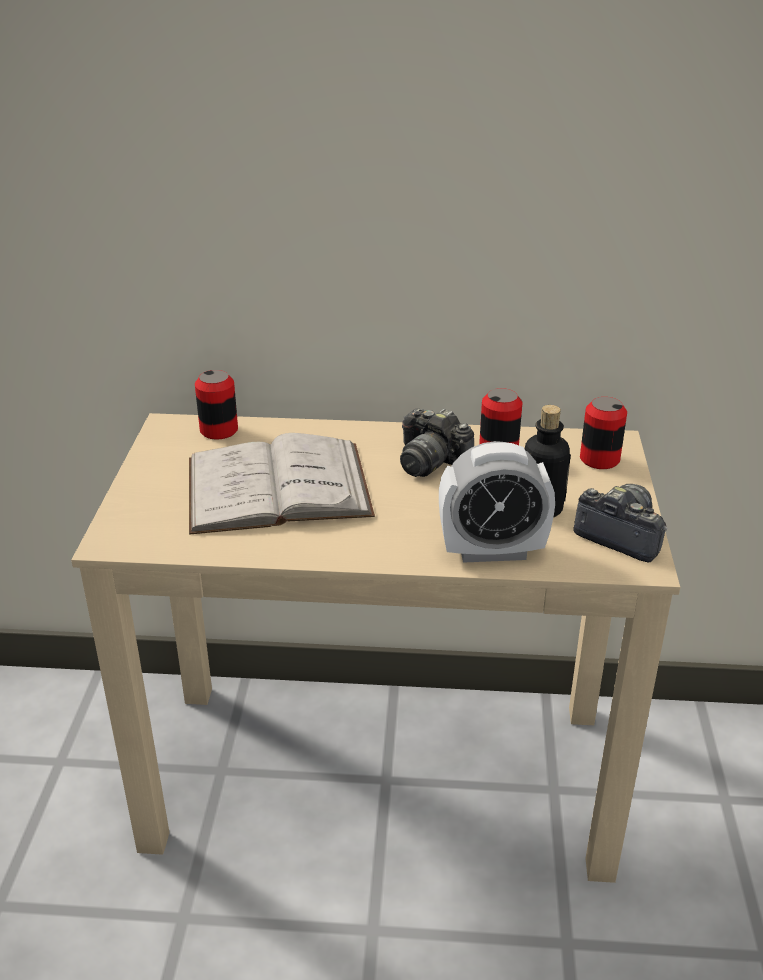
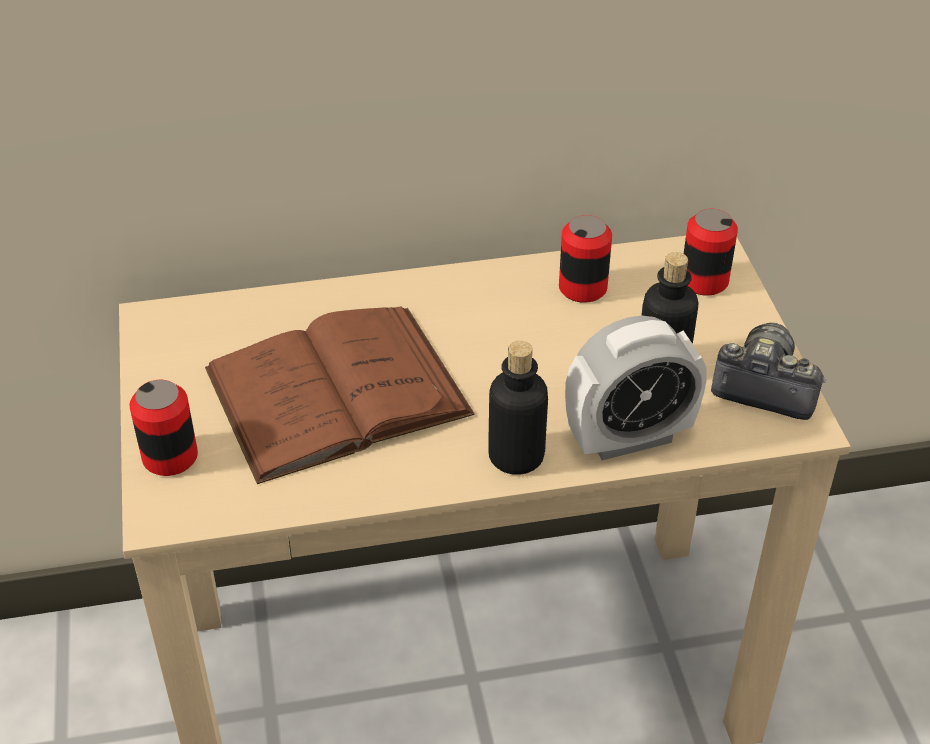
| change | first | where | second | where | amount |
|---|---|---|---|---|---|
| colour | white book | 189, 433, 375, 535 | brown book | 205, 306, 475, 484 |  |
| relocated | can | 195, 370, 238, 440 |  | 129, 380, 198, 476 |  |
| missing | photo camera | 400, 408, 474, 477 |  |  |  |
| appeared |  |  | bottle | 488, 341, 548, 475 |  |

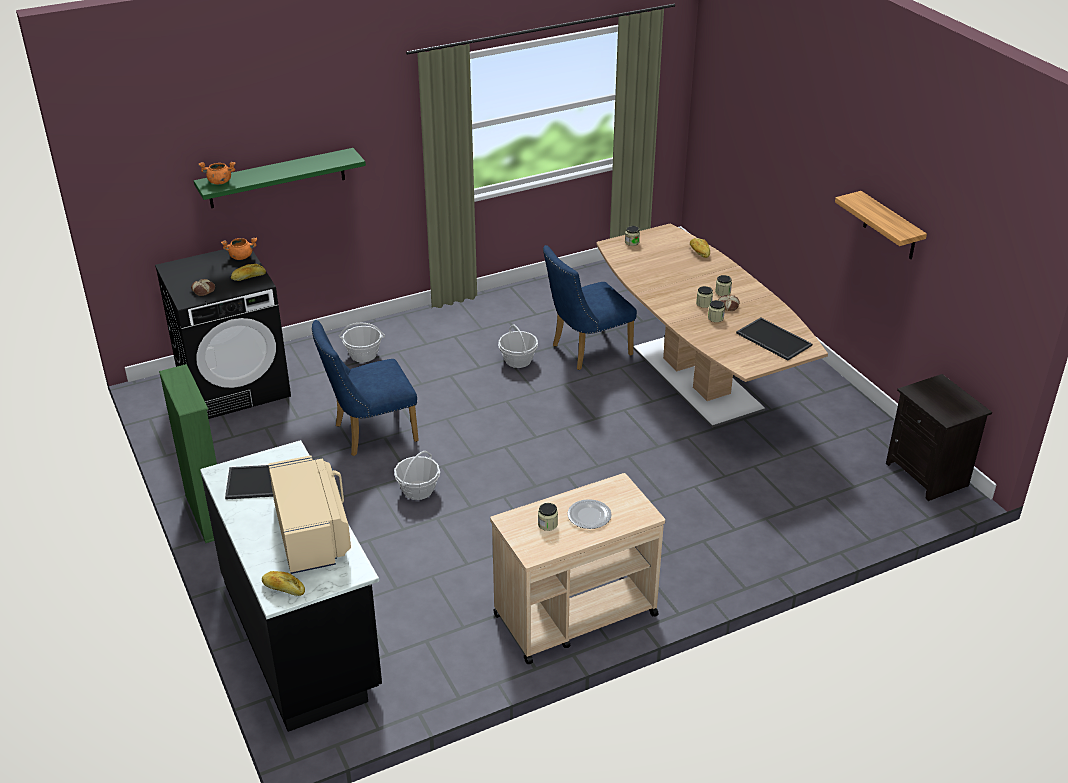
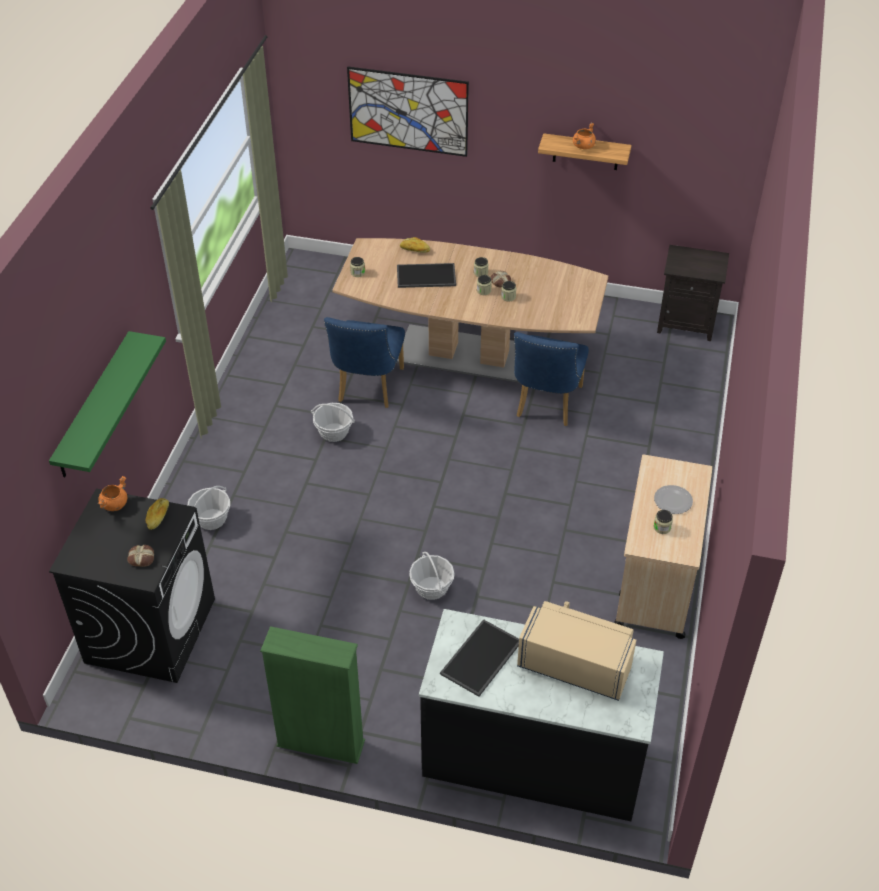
| change | first | where | second | where | amount |
|---|---|---|---|---|---|
| relocated | orange cooking pot | 198, 162, 236, 184 |  | 573, 123, 596, 149 |  |
| missing | bread | 262, 571, 305, 596 |  |  |  |
| relocated | blue chair | 312, 320, 419, 456 |  | 514, 332, 589, 426 |  |
| relocated | tray | 736, 317, 812, 361 |  | 397, 263, 456, 288 |  |
| appeared |  |  | picture | 347, 66, 469, 157 |  |

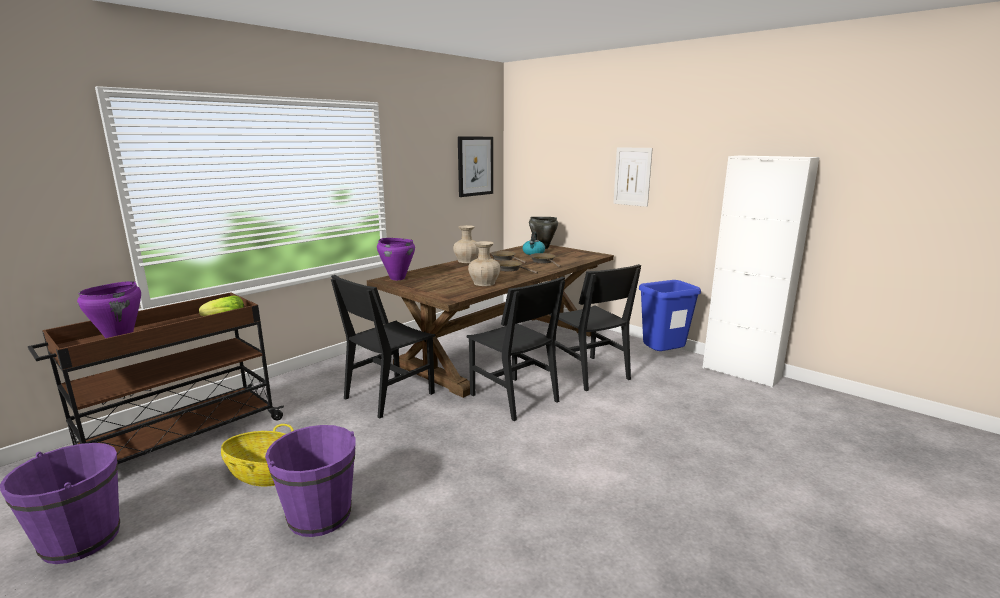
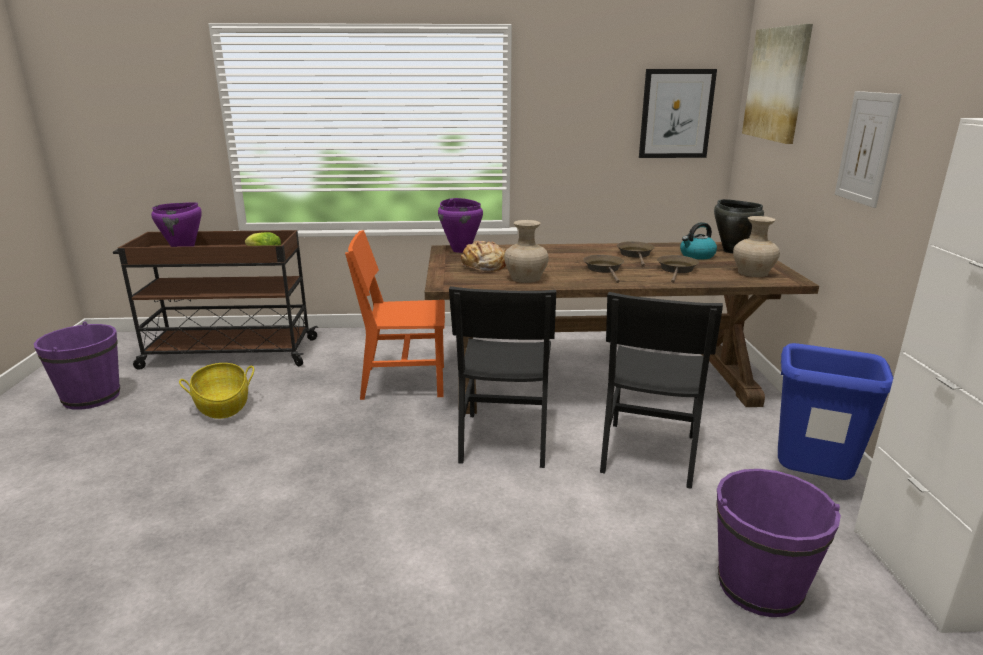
| change | first | where | second | where | amount |
|---|---|---|---|---|---|
| relocated | purple bucket | 265, 425, 356, 537 |  | 716, 469, 841, 617 |  |
| colour | black chair | 331, 275, 435, 419 | orange chair | 345, 230, 445, 400 |  |
| relocated | beige vase | 453, 225, 479, 263 |  | 733, 216, 780, 277 |  |
| appeared |  |  | bread | 461, 241, 506, 272 |  |
| appeared |  |  | picture | 742, 24, 813, 144 |  |

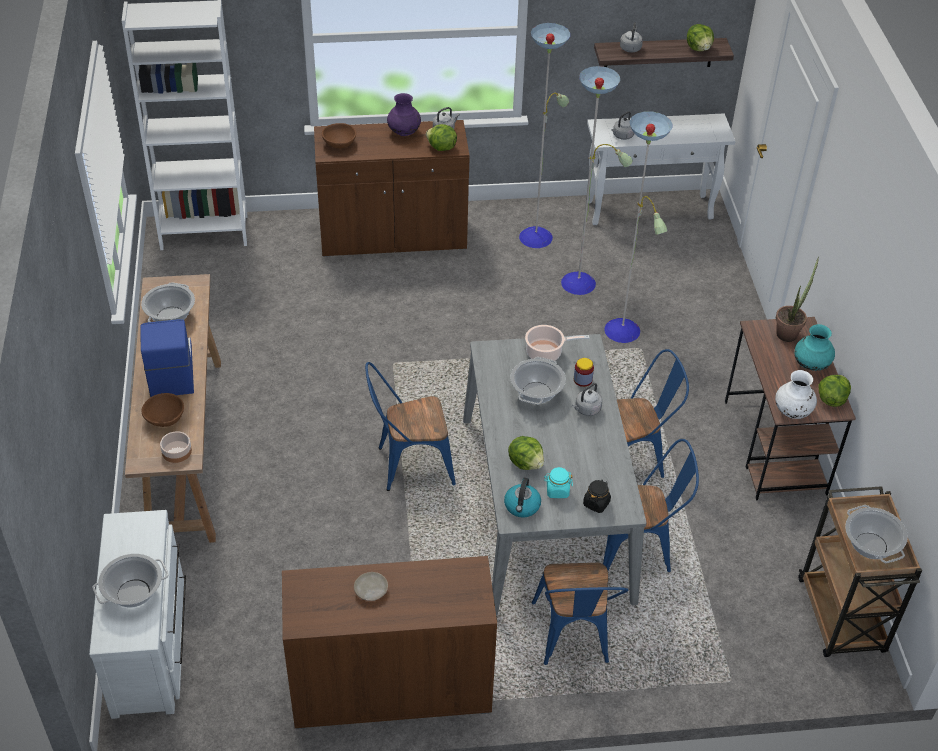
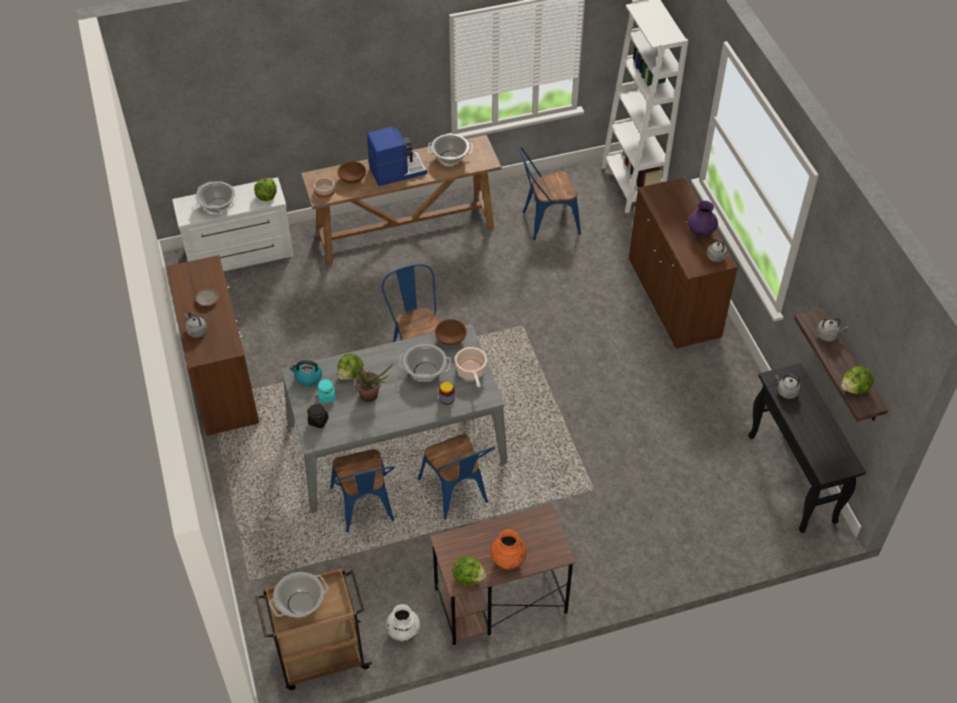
| change | first | where | second | where | amount |
|---|---|---|---|---|---|
| relocated | brown bowl | 322, 123, 356, 149 |  | 435, 319, 467, 345 |  |
| relocated | lettuce | 426, 124, 457, 151 |  | 254, 178, 277, 201 |  |
| missing | floor lamp | 519, 23, 673, 343 |  |  |  |
| relocated | blue chair | 531, 563, 628, 665 |  | 519, 147, 581, 240 |  |
| relocated | grey kettle | 572, 383, 602, 416 |  | 184, 312, 207, 338 |  |
| colour | white console table | 587, 113, 736, 225 | black console table | 748, 363, 866, 533 |  |
| relocated | white vase | 775, 370, 817, 419 |  | 386, 604, 420, 642 |  |
| relocated | potted plant | 776, 257, 819, 342 |  | 355, 355, 393, 402 |  |
| colour | turquoise vase | 795, 324, 835, 371 | orange vase | 490, 529, 526, 570 |  |

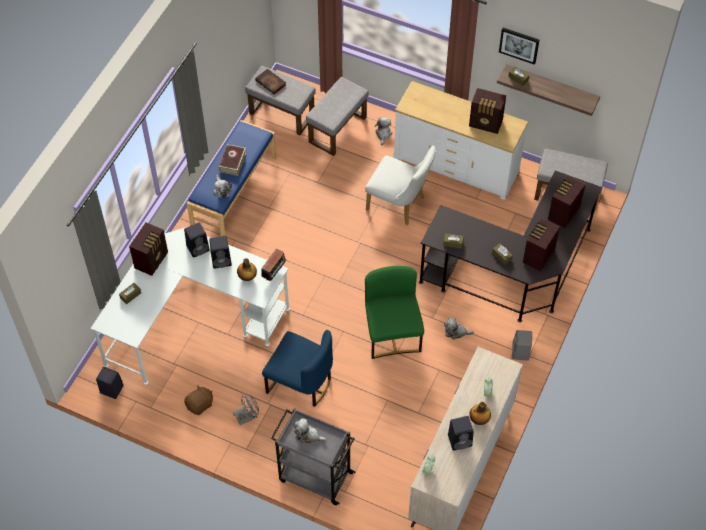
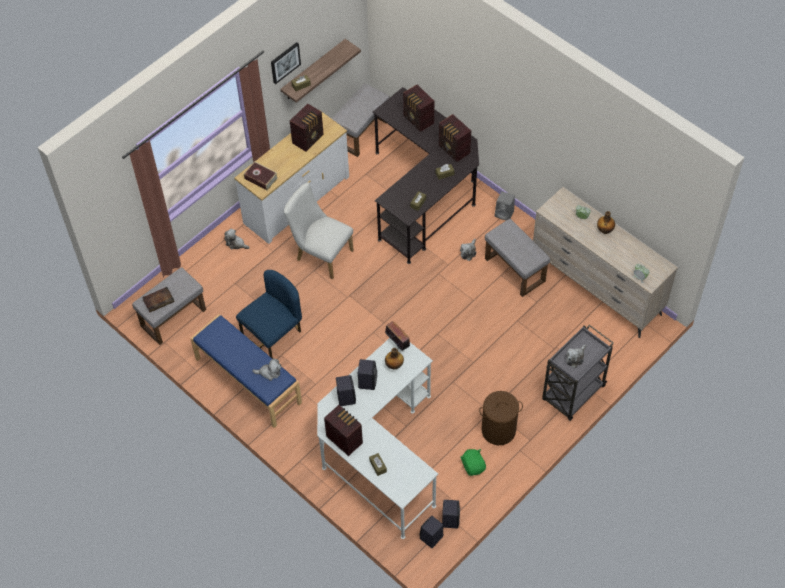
| change | first | where | second | where | amount |
|---|---|---|---|---|---|
| colour | brown plush toy | 184, 385, 213, 415 | green plush toy | 461, 449, 486, 476 |  |
| relocated | book | 219, 144, 246, 176 |  | 244, 161, 278, 191 |  |
| exchanged | grey fan | 233, 393, 259, 425 | brown laundry basket | 479, 391, 523, 445 |  |
| relocated | blue chair | 262, 330, 333, 407 |  | 236, 270, 302, 359 |  |
| relocated | grey ottoman | 306, 77, 368, 156 |  | 485, 219, 550, 297 |  |
| spun | white chair | 365, 145, 436, 225 |  | 284, 182, 354, 279 | 105 degrees counterclockwise |
| missing | green chair | 365, 266, 424, 359 |  |  |  |
| relocated | black speaker | 448, 416, 474, 451 |  | 442, 500, 460, 528 |  |

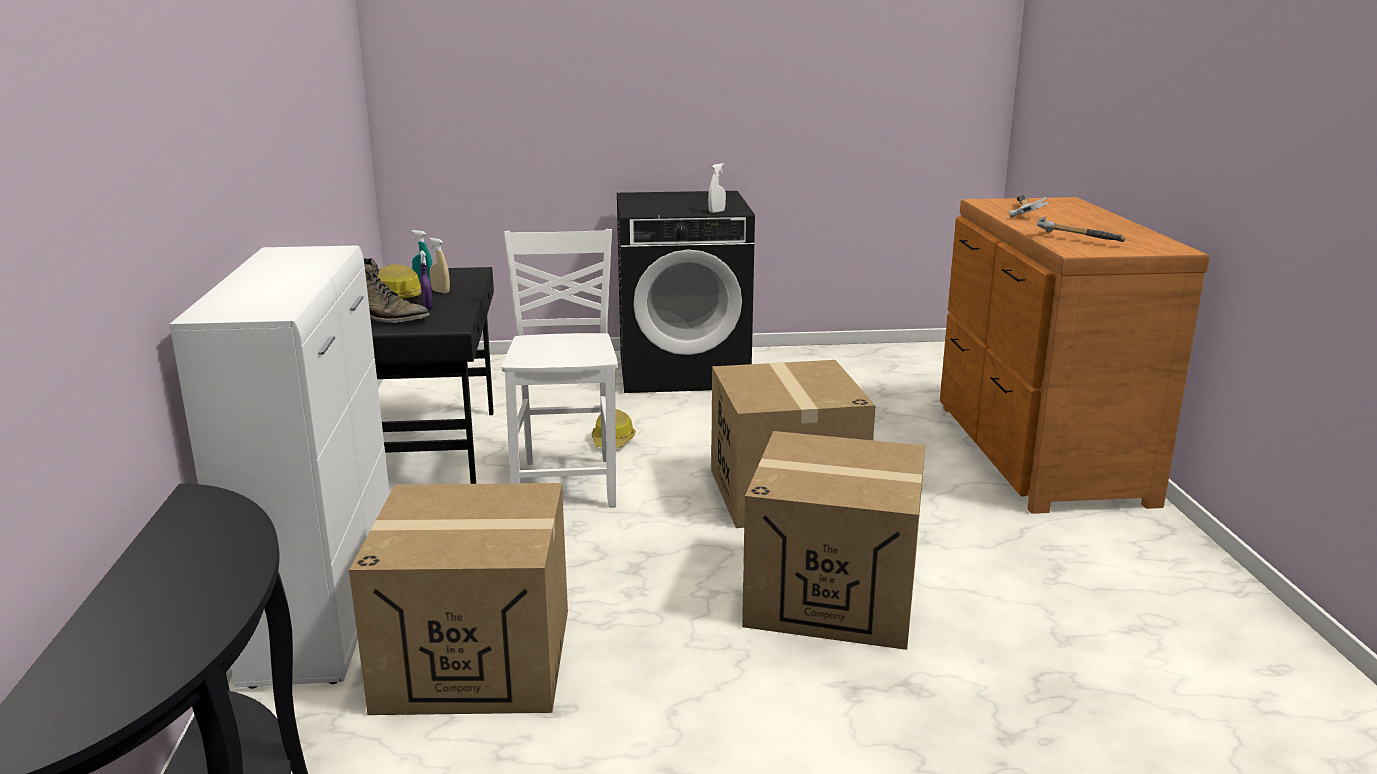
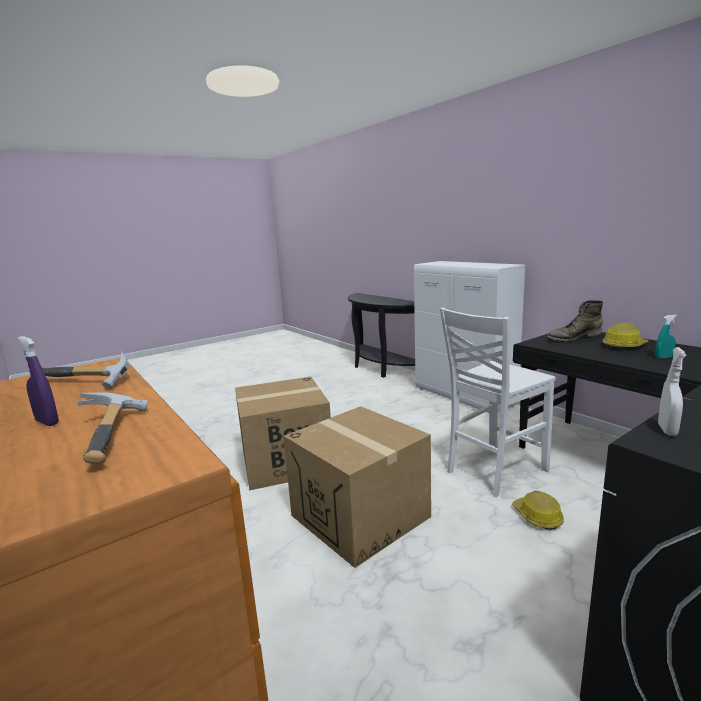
| change | first | where | second | where | amount |
|---|---|---|---|---|---|
| missing | cardboard box | 349, 483, 568, 715 |  |  |  |
| relocated | purple spray bottle | 420, 251, 433, 309 |  | 18, 336, 59, 426 |  |
| missing | beige spray bottle | 429, 238, 450, 293 |  |  |  |
| spun | white chair | 502, 229, 618, 507 |  | 440, 308, 556, 497 | 90 degrees clockwise |

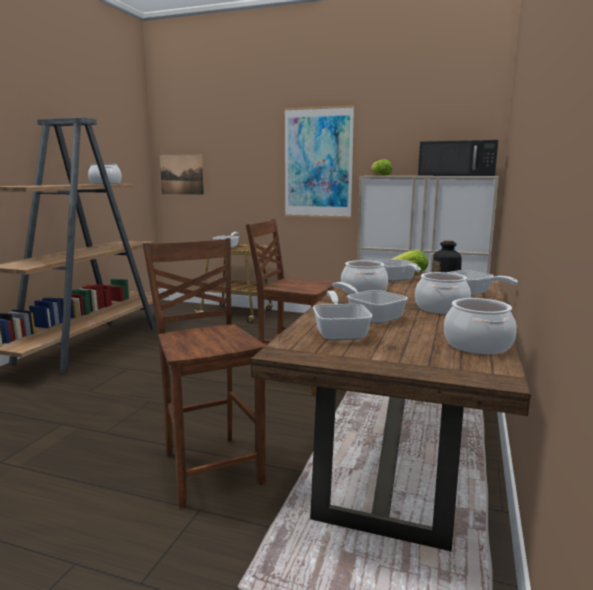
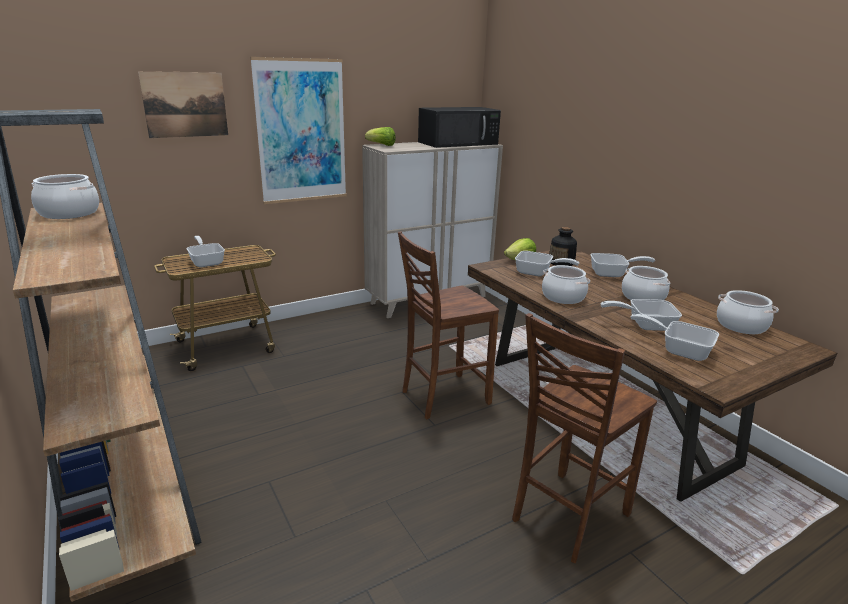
| change | first | where | second | where | amount |
|---|---|---|---|---|---|
| spun | brown chair | 143, 238, 266, 508 |  | 512, 313, 657, 563 | 60 degrees counterclockwise |
| relocated | picture | 160, 154, 204, 195 |  | 138, 71, 228, 138 |  |

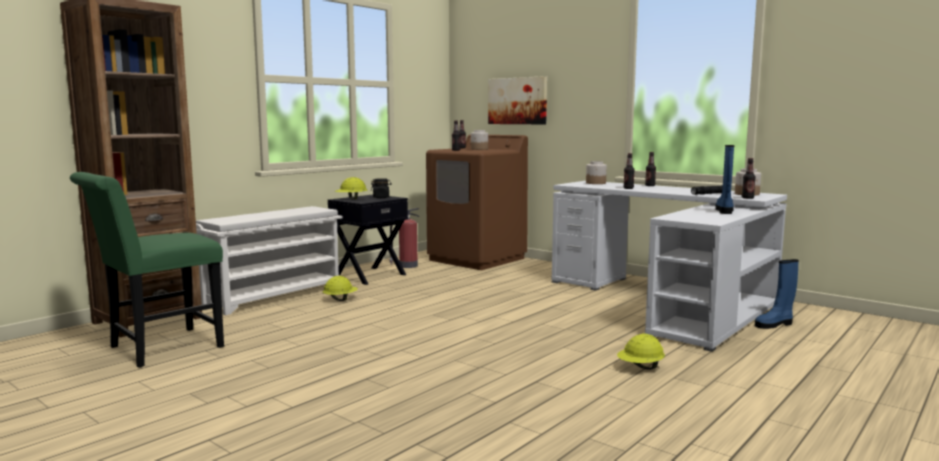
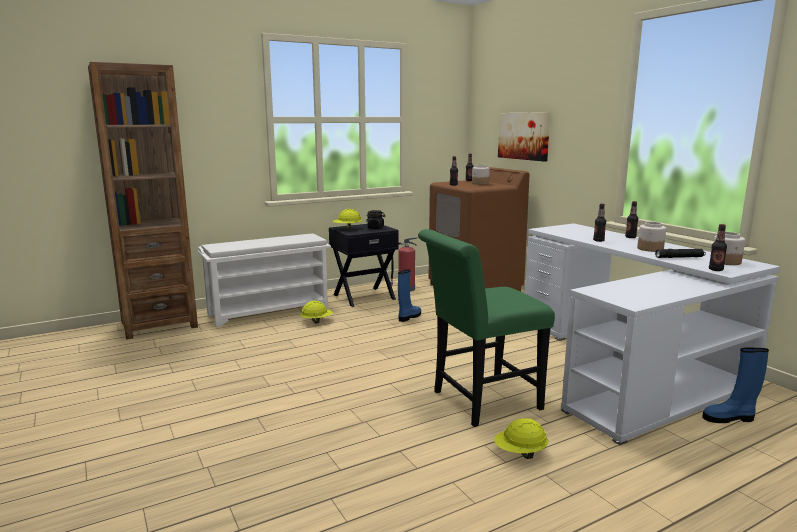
| change | first | where | second | where | amount |
|---|---|---|---|---|---|
| relocated | green chair | 70, 172, 224, 368 |  | 418, 229, 555, 427 |  |
| relocated | jar | 586, 161, 607, 184 |  | 637, 222, 666, 252 |  |
| relocated | blue boot | 715, 145, 734, 214 |  | 398, 269, 421, 322 |  |

